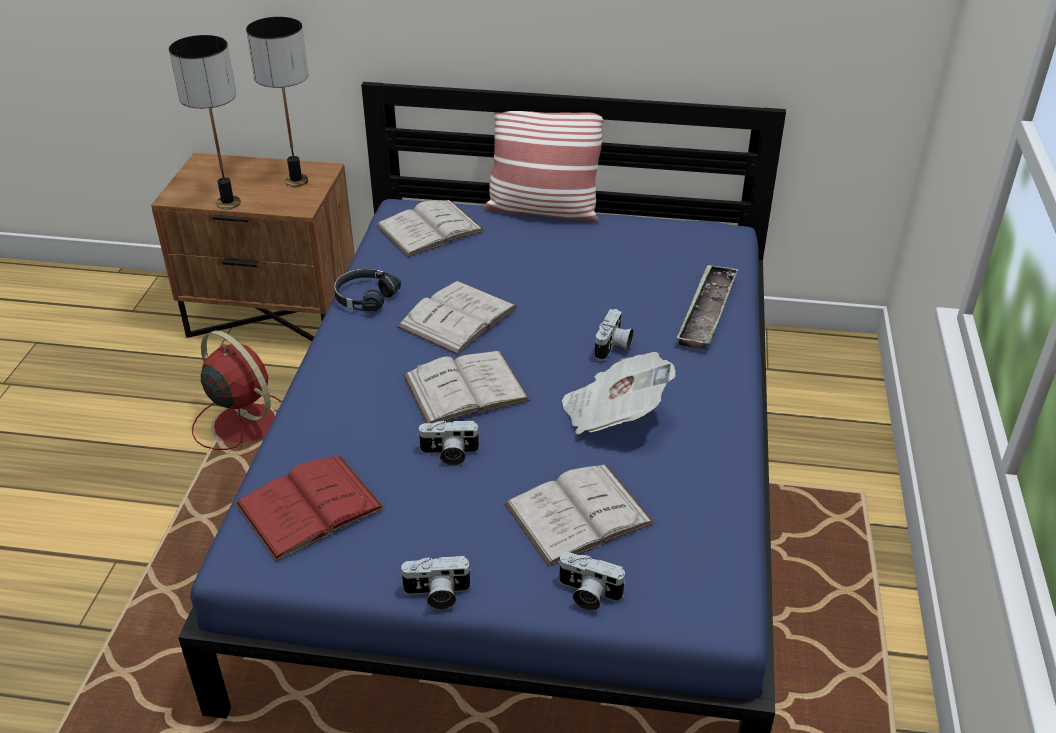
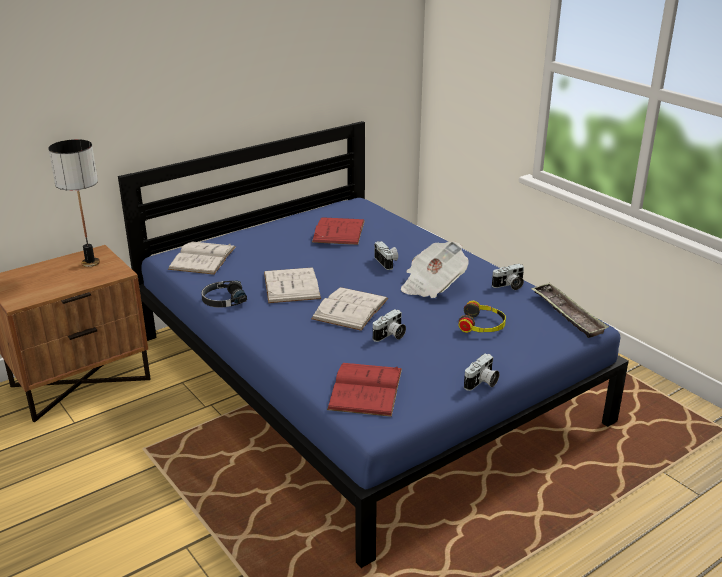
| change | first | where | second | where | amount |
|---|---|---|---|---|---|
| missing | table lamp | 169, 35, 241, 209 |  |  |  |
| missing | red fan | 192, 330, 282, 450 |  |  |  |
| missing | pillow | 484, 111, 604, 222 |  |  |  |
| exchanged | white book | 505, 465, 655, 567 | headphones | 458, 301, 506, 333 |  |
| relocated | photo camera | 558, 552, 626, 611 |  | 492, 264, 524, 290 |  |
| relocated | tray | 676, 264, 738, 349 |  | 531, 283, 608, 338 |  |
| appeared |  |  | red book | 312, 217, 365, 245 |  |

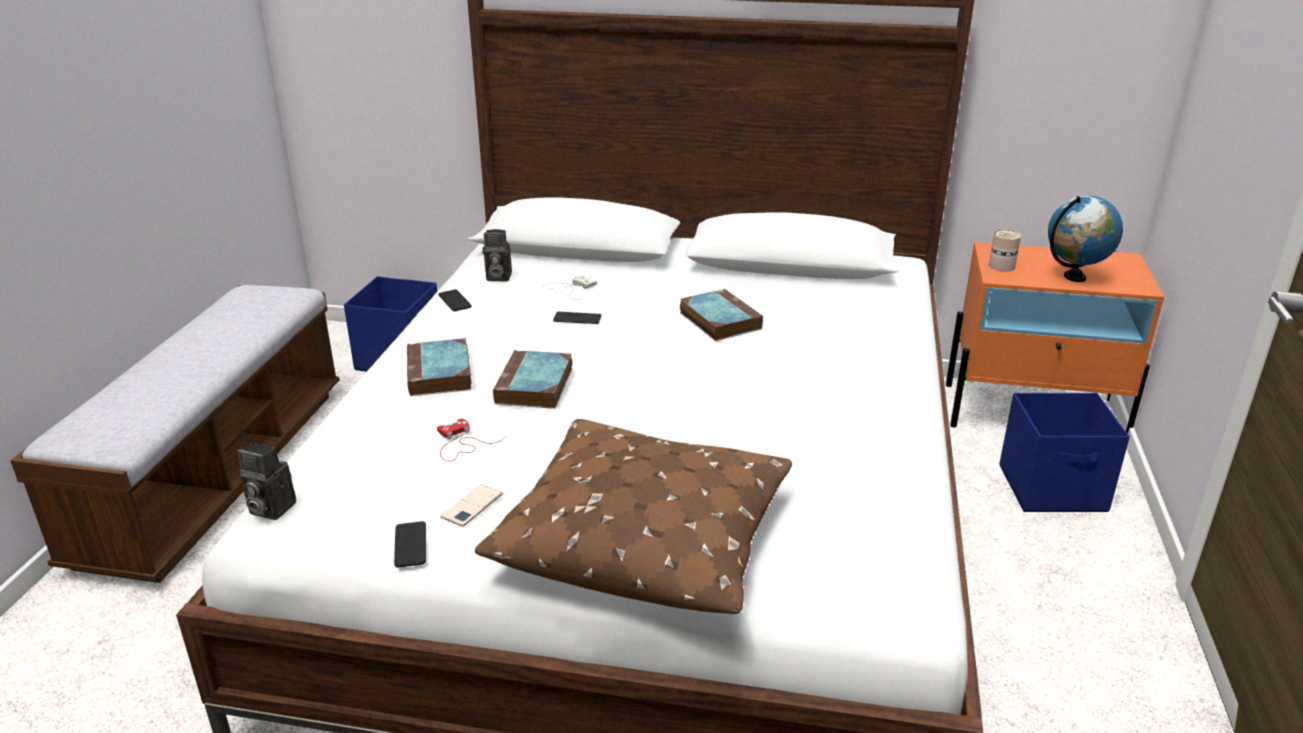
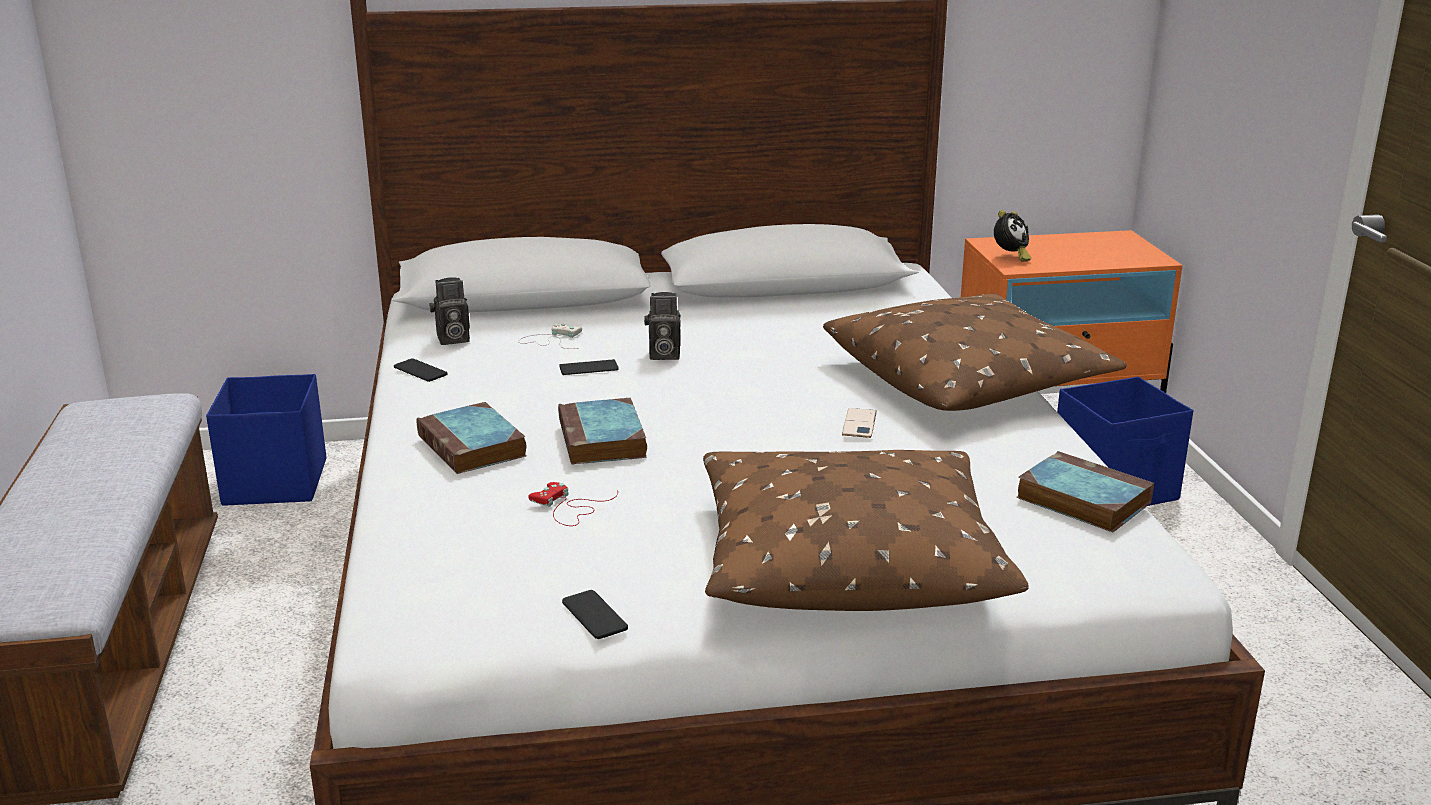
| change | first | where | second | where | amount |
|---|---|---|---|---|---|
| relocated | photo camera | 237, 442, 296, 520 |  | 644, 292, 681, 360 |  |
| relocated | phone | 441, 484, 503, 527 |  | 842, 408, 877, 438 |  |
| relocated | book | 680, 289, 763, 341 |  | 1016, 451, 1154, 532 |  |
| exchanged | can | 989, 230, 1021, 272 | alarm clock | 994, 210, 1031, 262 |  |
| missing | globe | 1048, 195, 1123, 282 |  |  |  |
| appeared |  |  | brown pillow | 823, 294, 1127, 411 |  |

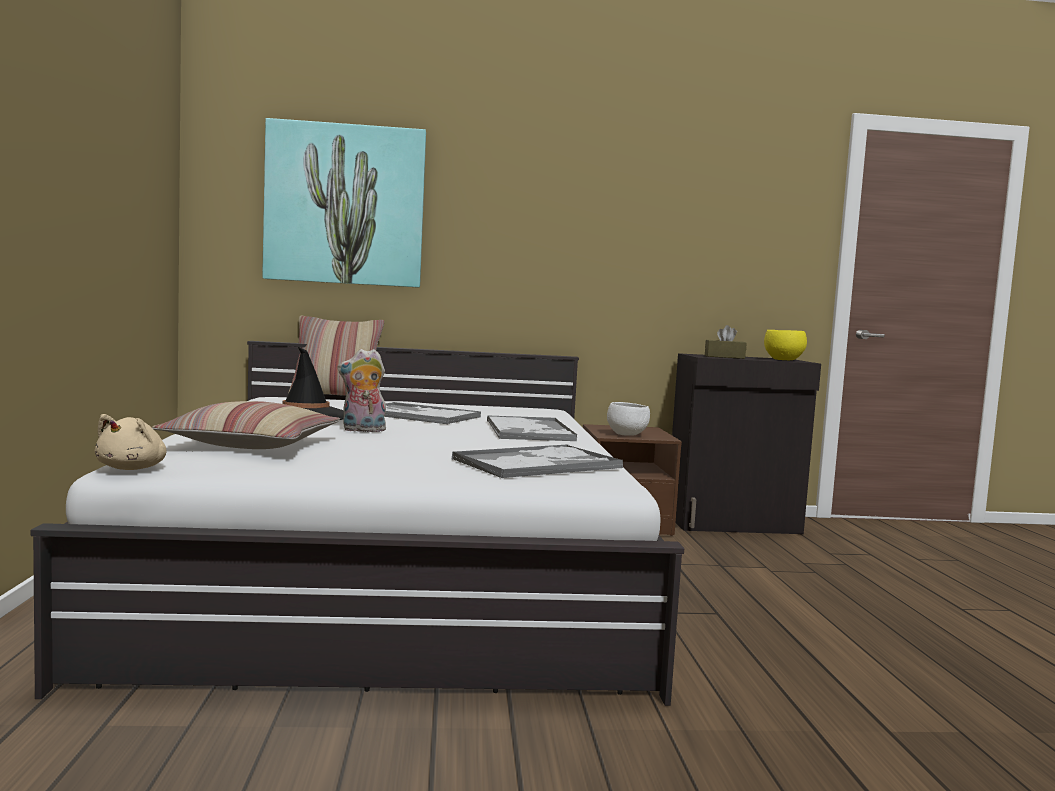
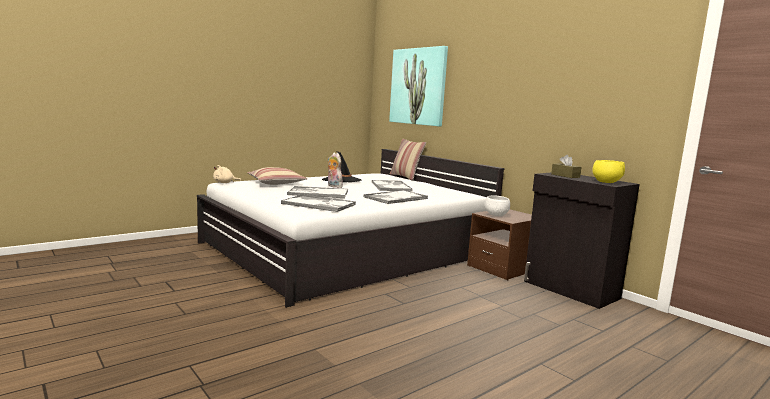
| change | first | where | second | where | amount |
|---|---|---|---|---|---|
| appeared |  |  | tray | 287, 186, 348, 198 |  |

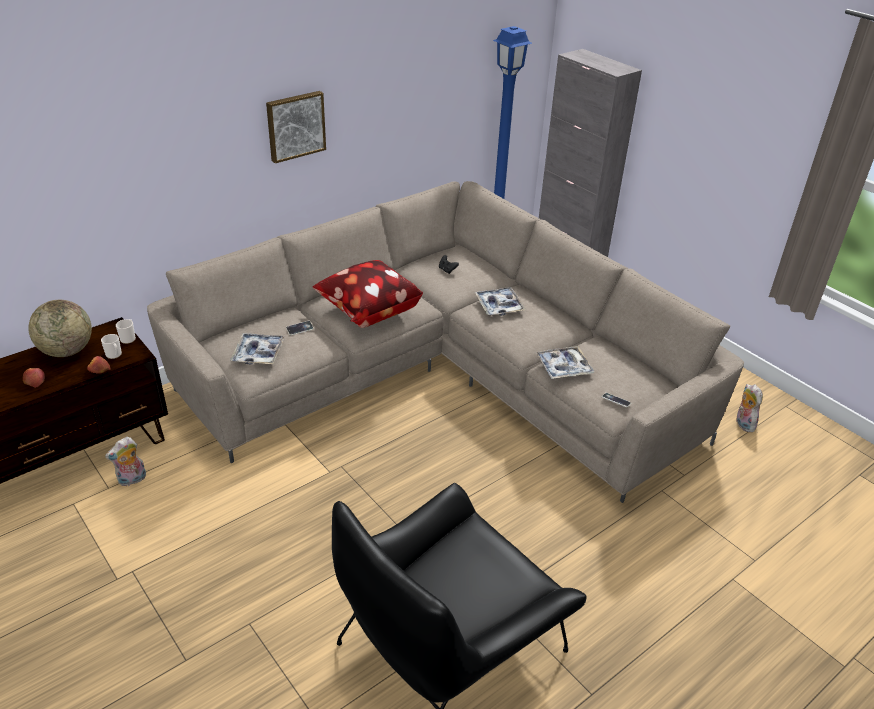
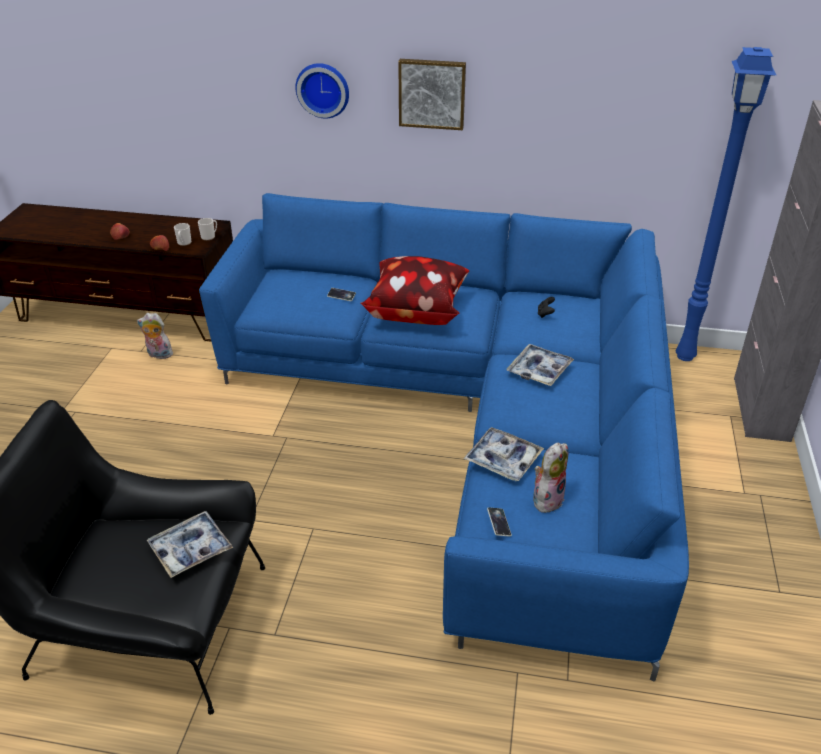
| change | first | where | second | where | amount |
|---|---|---|---|---|---|
| missing | globe | 28, 300, 92, 357 |  |  |  |
| colour | beige sofa | 147, 181, 744, 503 | blue sofa | 199, 193, 689, 681 |  |
| relocated | tray | 231, 333, 285, 364 |  | 147, 511, 233, 578 |  |
| relocated | plush toy | 736, 384, 763, 433 |  | 533, 442, 568, 513 |  |
| appeared |  |  | wall clock | 295, 63, 349, 118 |  |

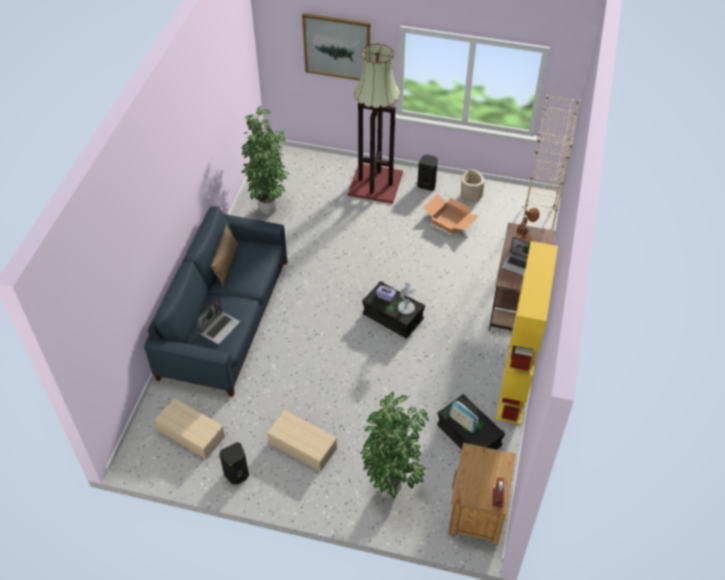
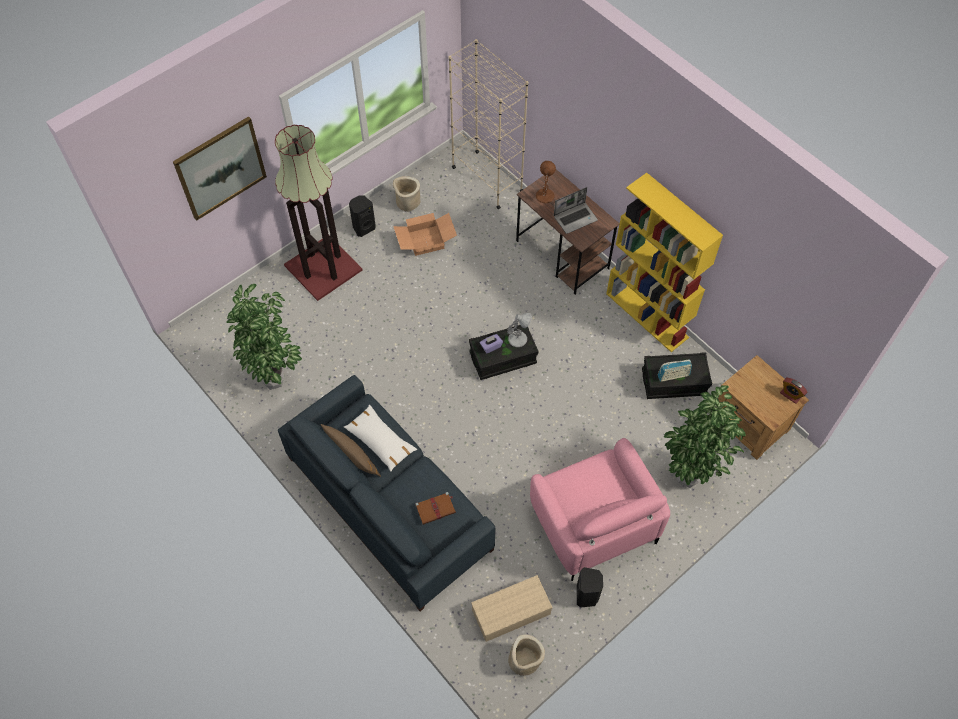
| change | first | where | second | where | amount |
|---|---|---|---|---|---|
| exchanged | laptop | 197, 297, 240, 344 | brown book | 415, 492, 456, 525 |  |
| exchanged | beige storage box | 267, 410, 337, 472 | pink armchair | 530, 438, 670, 581 |  |
| appeared |  |  | white pillow | 344, 405, 417, 471 |  |
| appeared |  |  | beige planter | 508, 634, 545, 676 |  |

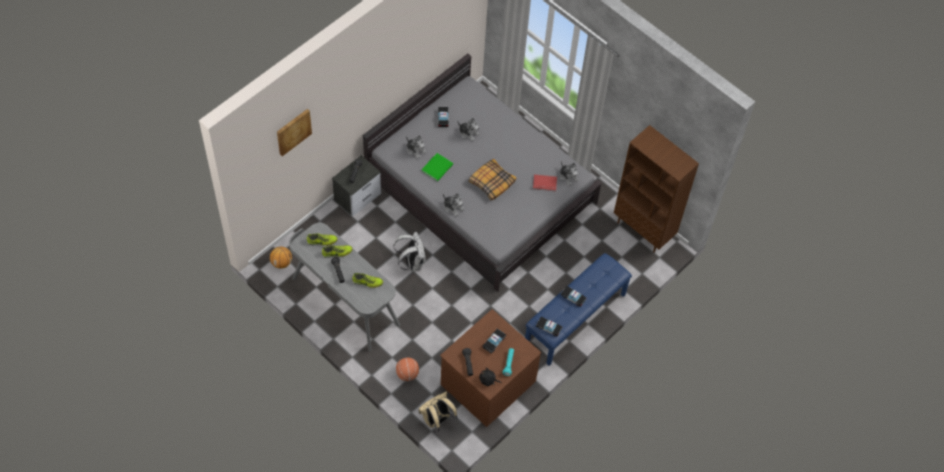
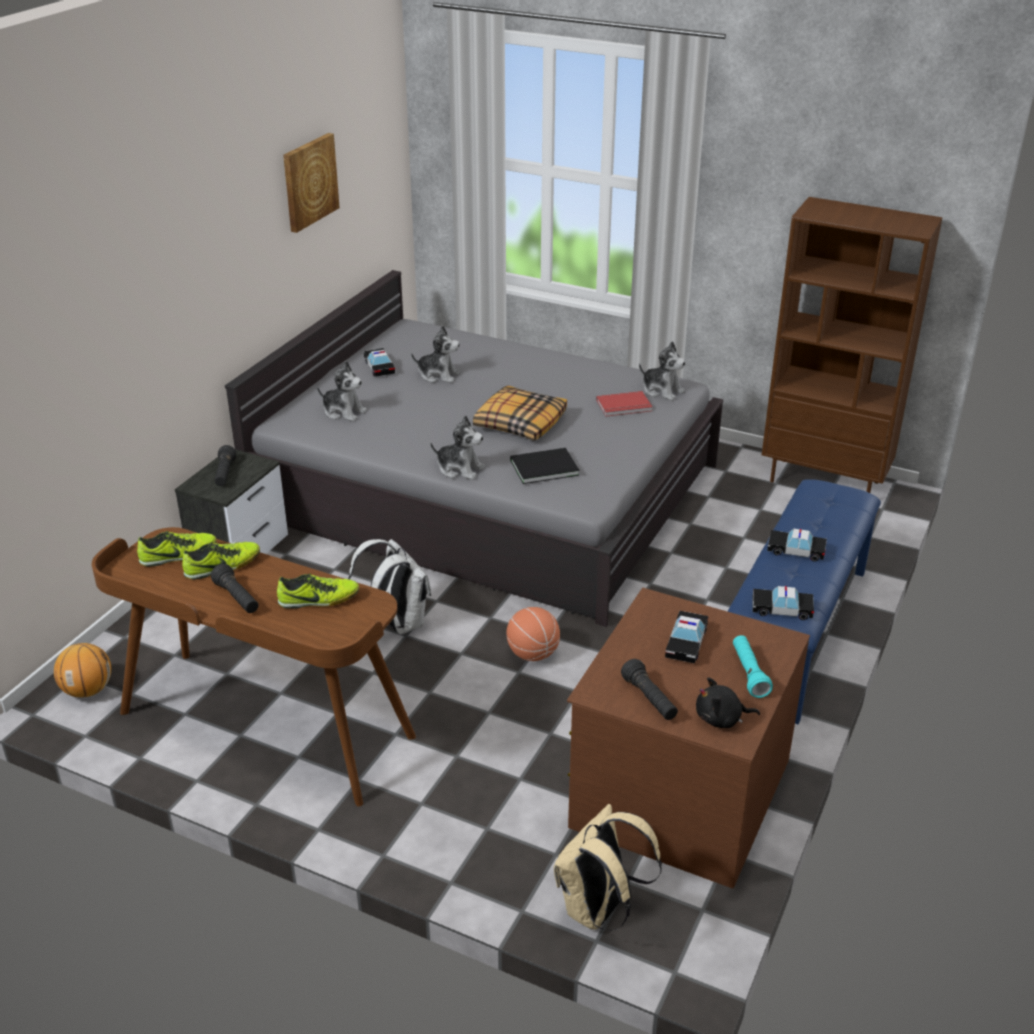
| change | first | where | second | where | amount |
|---|---|---|---|---|---|
| relocated | picture | 277, 109, 312, 156 |  | 283, 133, 340, 233 |  |
| colour | grey desk | 289, 223, 400, 351 | brown desk | 92, 527, 416, 806 |  |
| relocated | basketball | 396, 357, 419, 381 |  | 507, 607, 560, 661 |  |
| missing | green book | 422, 153, 453, 181 |  |  |  |
| appeared |  |  | black book | 510, 448, 579, 484 |  |

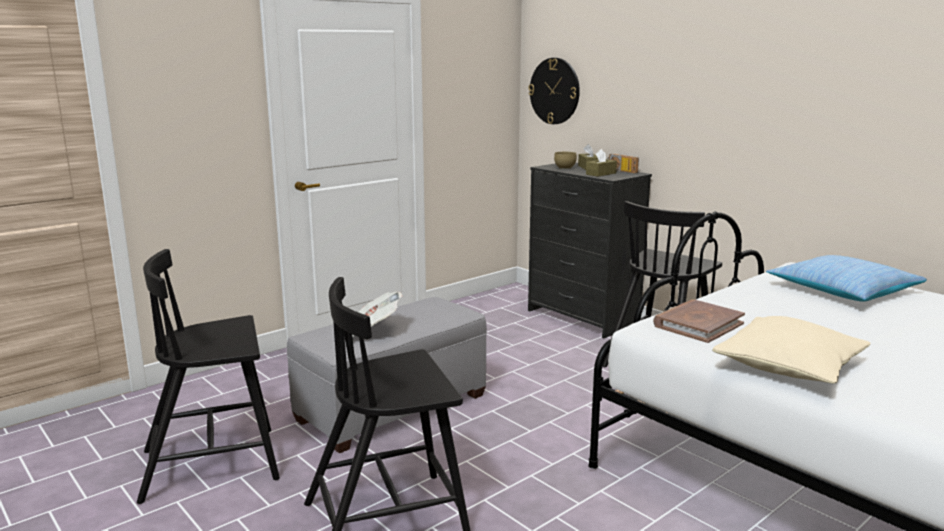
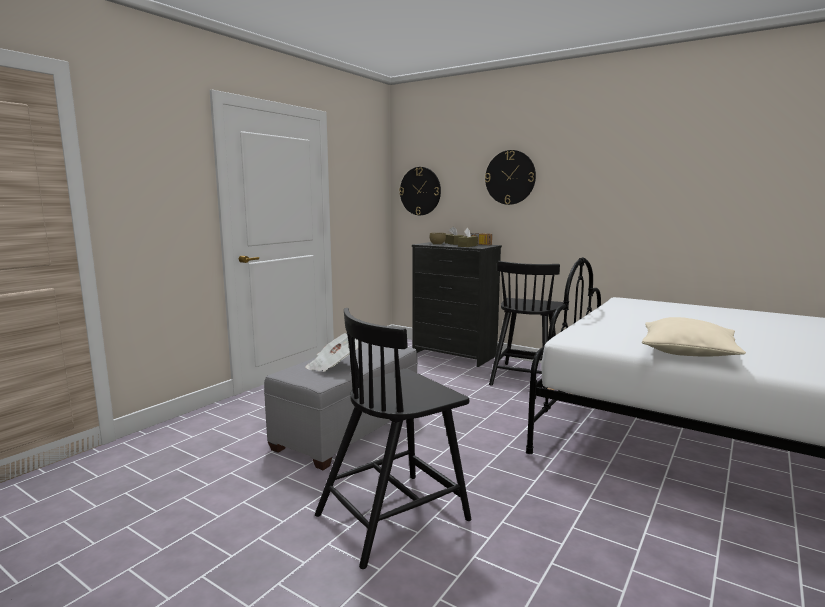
| change | first | where | second | where | amount |
|---|---|---|---|---|---|
| missing | black chair | 137, 249, 280, 504 |  |  |  |
| missing | brown book | 653, 300, 745, 343 |  |  |  |
| missing | pillow | 766, 255, 927, 302 |  |  |  |
| appeared |  |  | wall clock | 485, 150, 536, 205 |  |

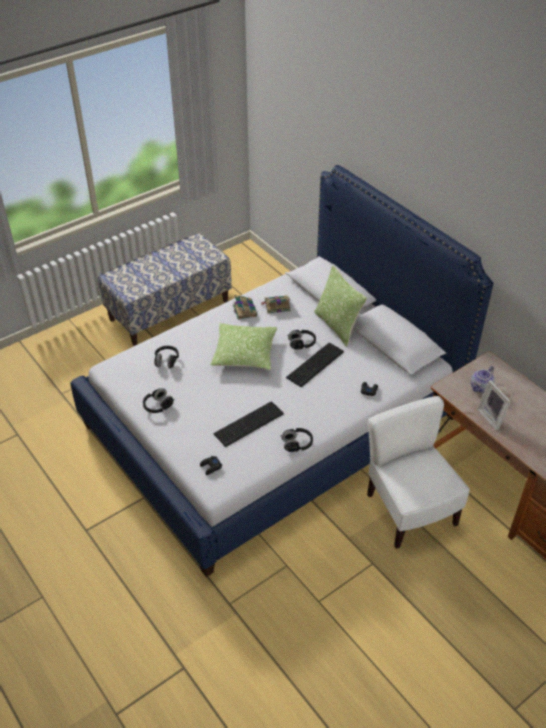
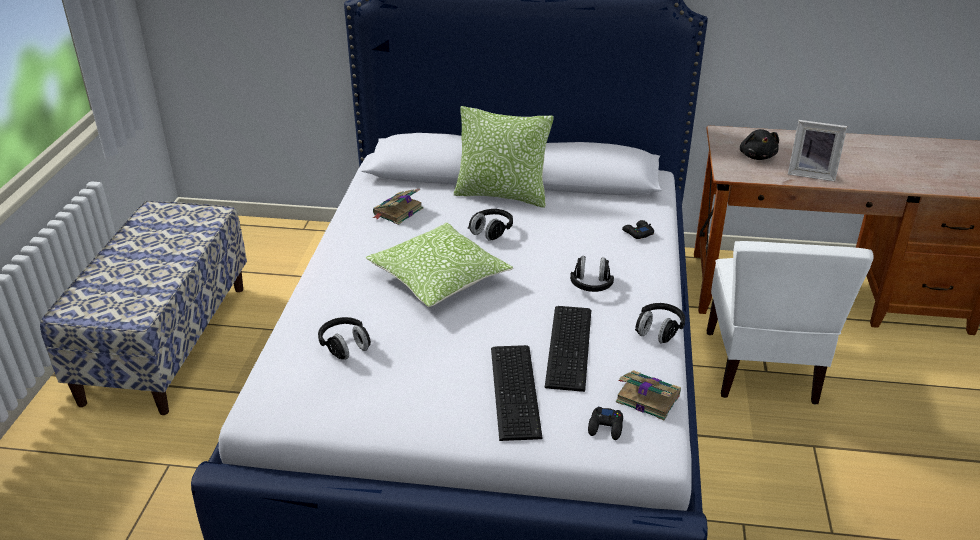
| change | first | where | second | where | amount |
|---|---|---|---|---|---|
| relocated | black headphones | 143, 388, 175, 413 |  | 570, 256, 614, 292 |  |
| relocated | book | 233, 295, 257, 320 |  | 616, 370, 681, 420 |  |
| relocated | keyboard | 286, 343, 344, 387 |  | 491, 345, 543, 441 |  |
| spun | white chair | 367, 396, 470, 549 |  | 707, 241, 874, 405 | 105 degrees counterclockwise |
| exchanged | teapot | 471, 366, 495, 393 | black plush toy | 740, 129, 779, 160 |  |

